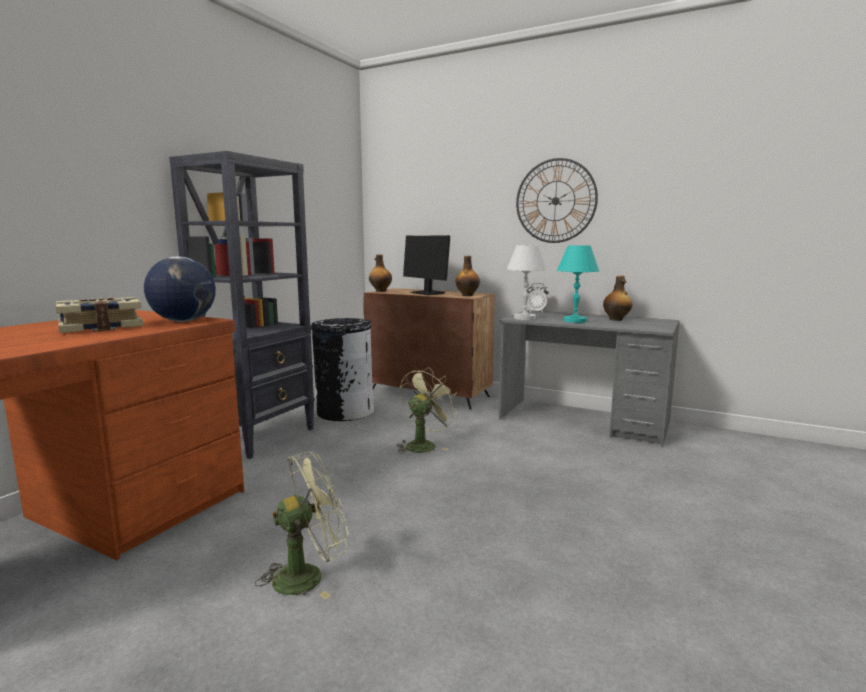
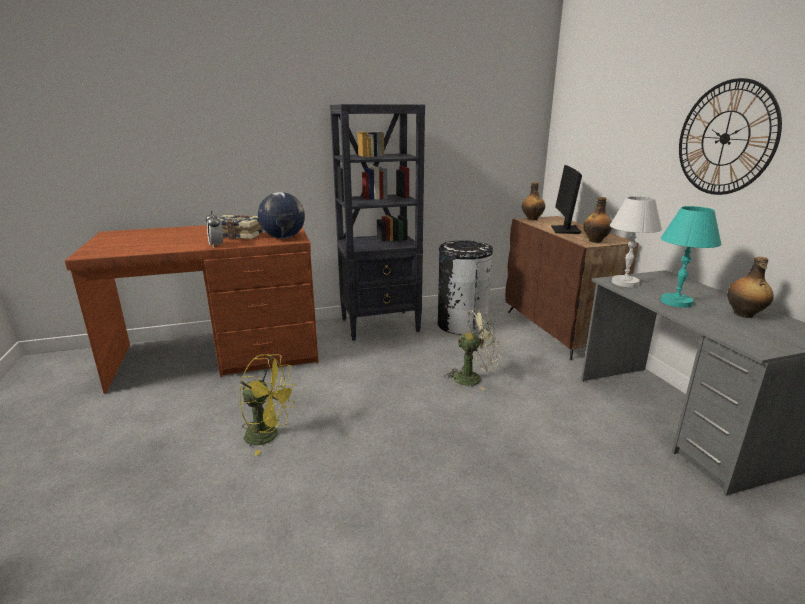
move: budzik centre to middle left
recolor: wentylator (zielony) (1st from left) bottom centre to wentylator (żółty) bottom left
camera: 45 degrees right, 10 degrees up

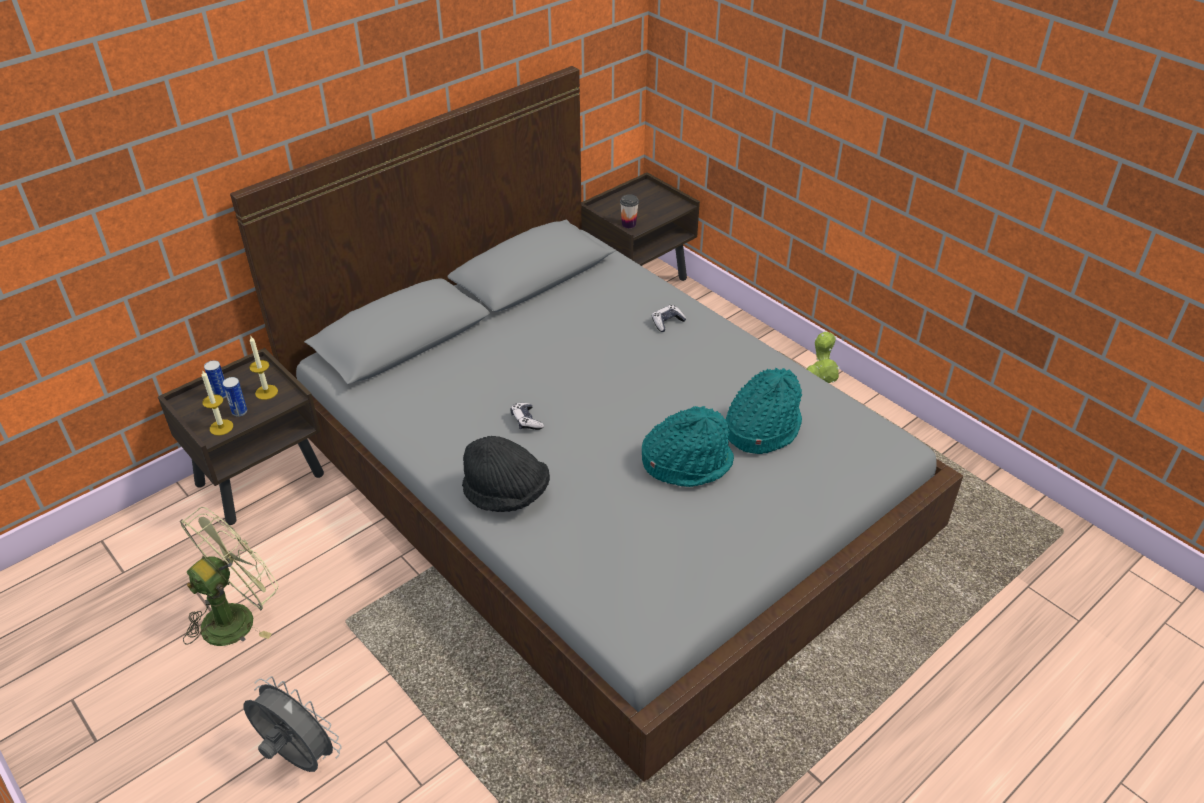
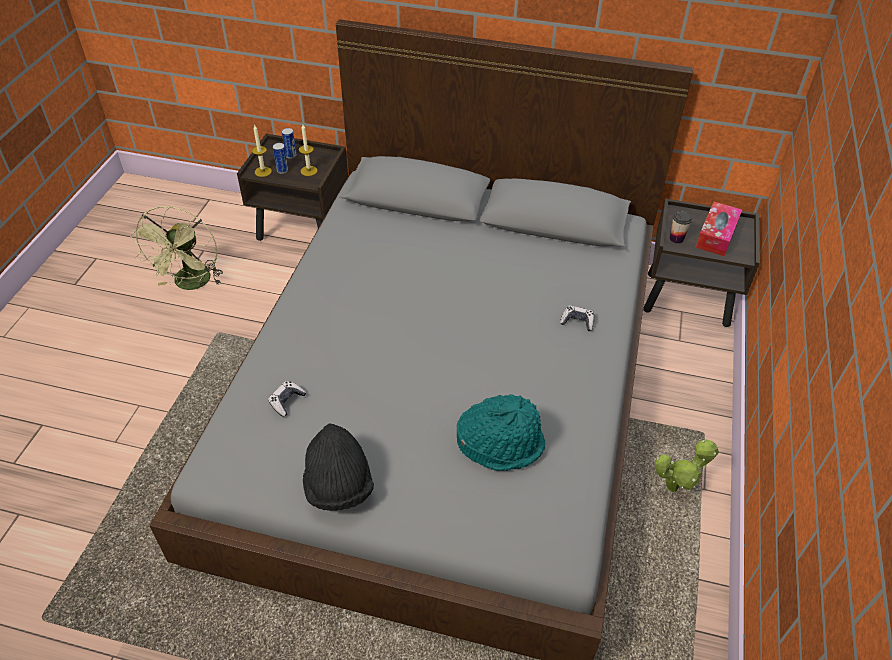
delete: kapelusz (turkusowy) (1st from left) centre; wentylator (szary) bottom left
insert: pudełko chusteczek middle right
move: pad do gier (1st from left) centre to middle left; kapelusz (czarny) centre to bottom centre
rotate: wentylator (zielony) bottom left = middle left 90 degrees clockwise
camera: 55 degrees right, 5 degrees up

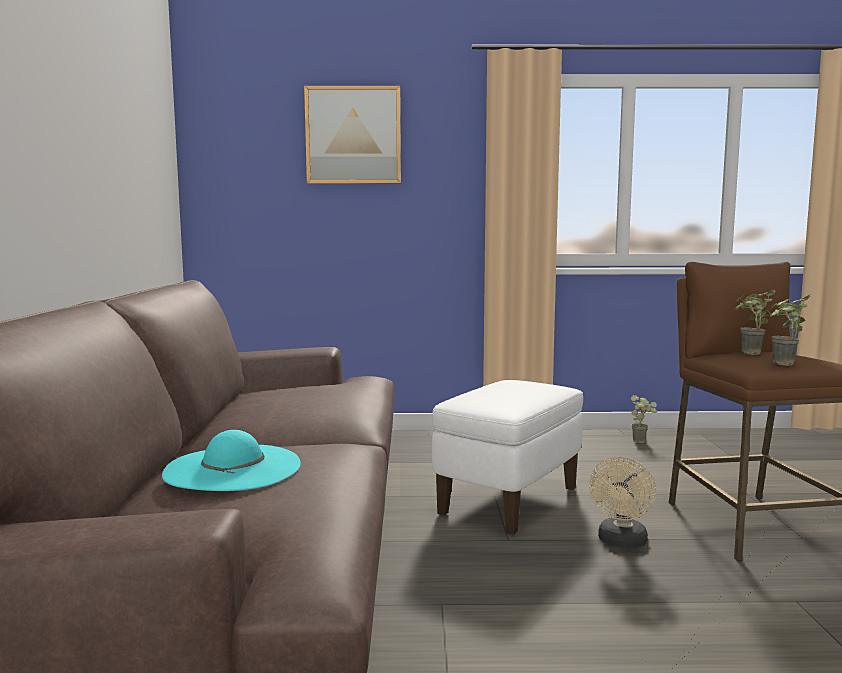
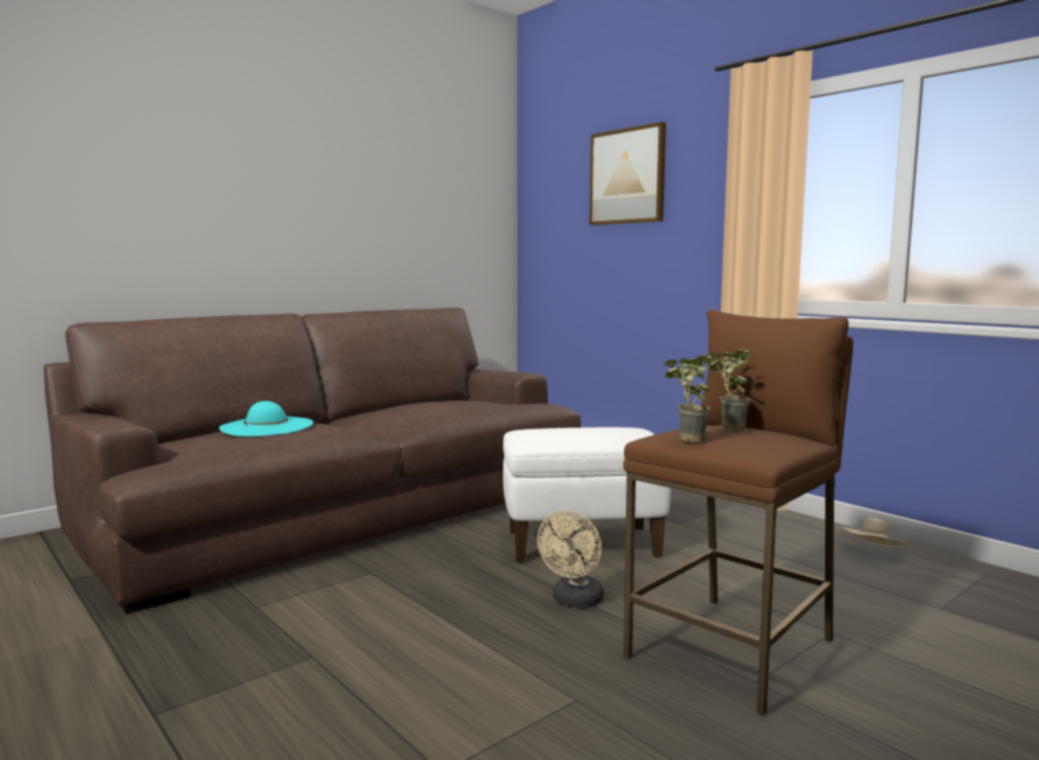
replace: roślina doniczkowa (1st from left) middle right to kapelusz (beżowy) bottom right
rotate: wentylator (beżowy) bottom right = bottom centre 45 degrees counterclockwise
camera: 50 degrees right, 0 degrees up

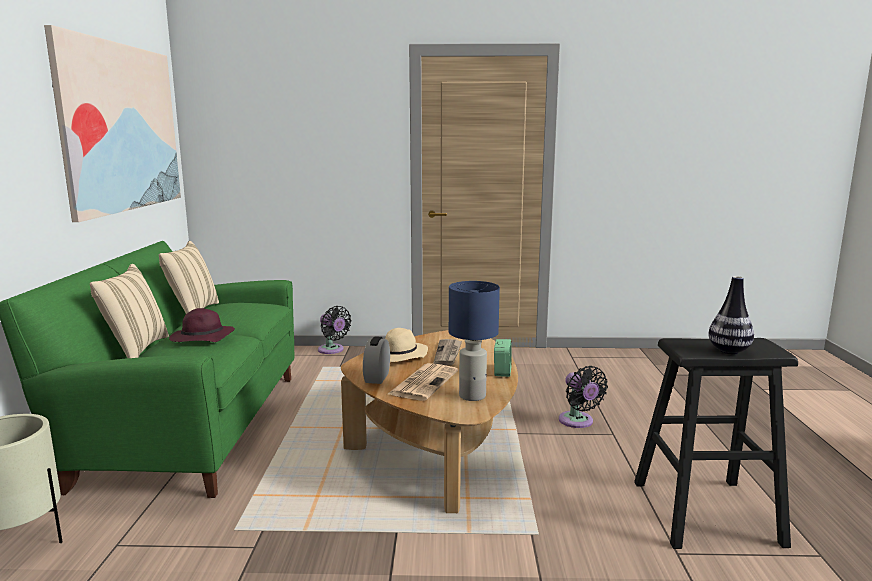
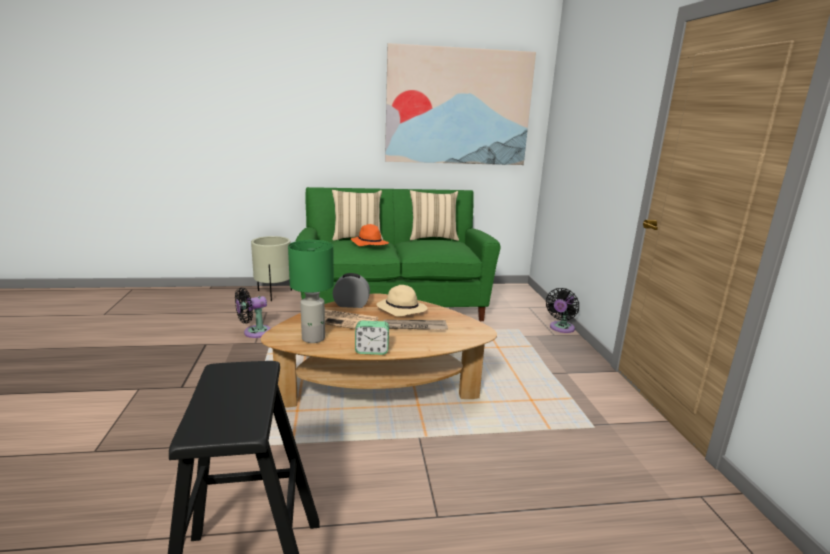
delete: wazon middle right
move: wentylator (czarny) (2nd from left in the first image) bottom right to wentylator (czarny) (1st from left) middle left
recolor: lampa stołowa (niebieski) centre to lampa stołowa (zielony) centre; kapelusz (fioletowy) middle left to kapelusz (pomarańczowy) centre
camera: 80 degrees right, 5 degrees up

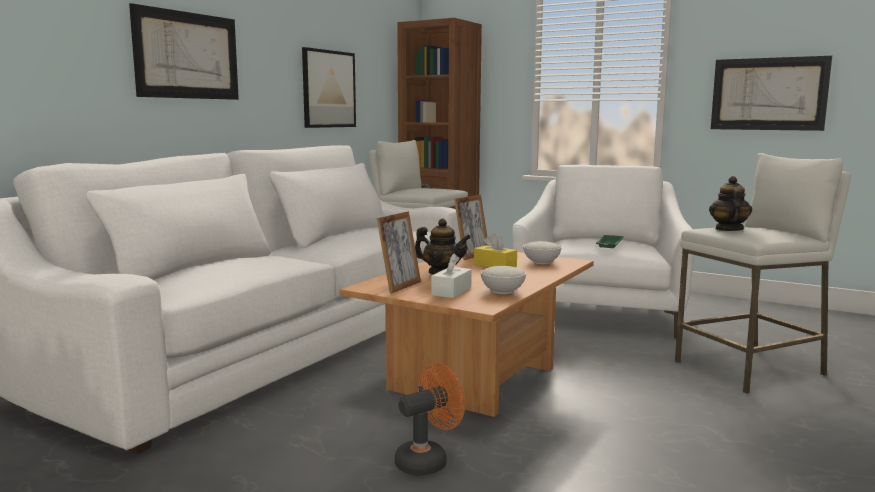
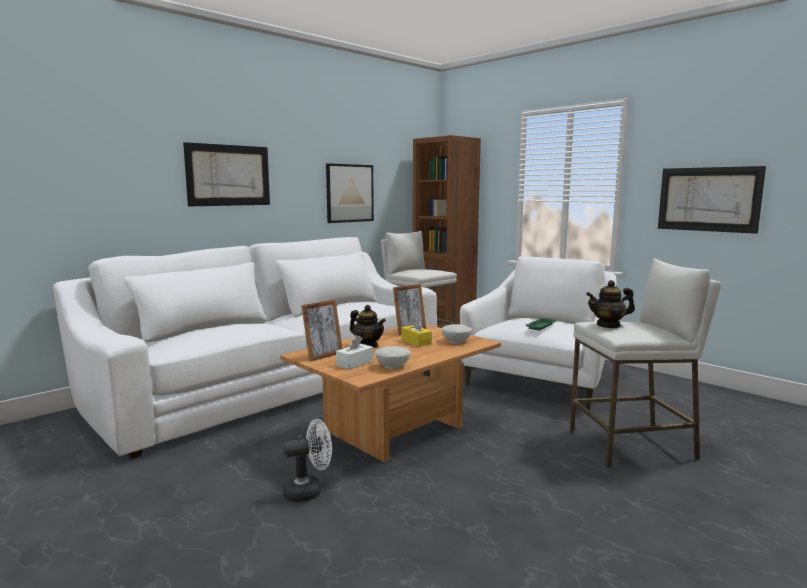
recolor: wentylator (pomarańczowy) bottom centre to wentylator (biały) bottom centre
rotate: imbryk (2nd from left) middle right = middle right 120 degrees counterclockwise
camera: 15 degrees right, 0 degrees up

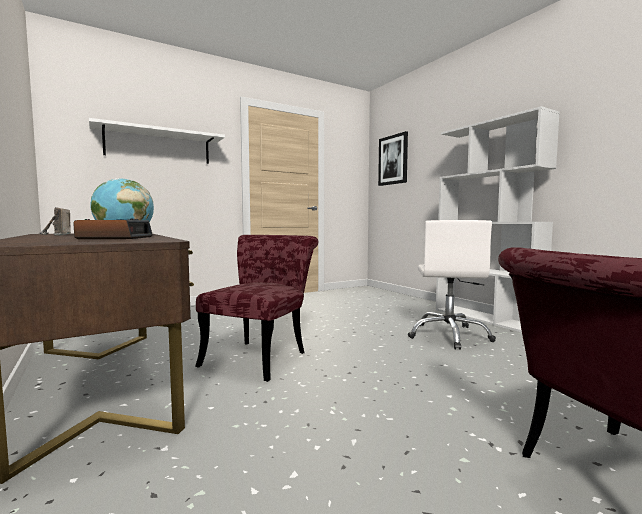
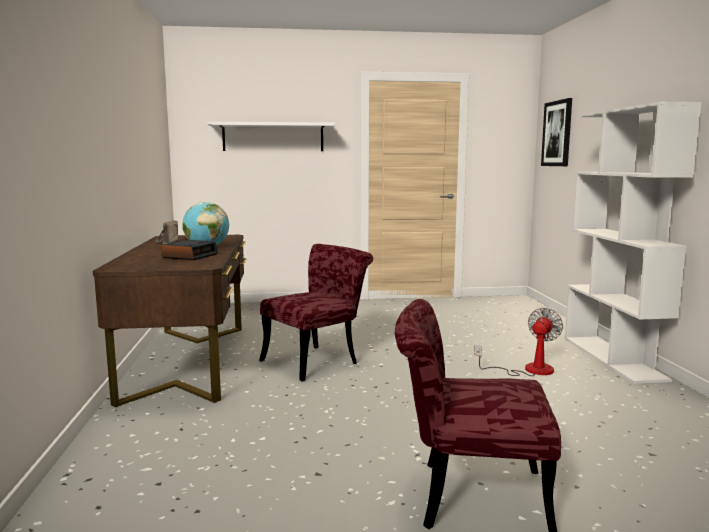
replace: krzesło biurowe (biały) middle right to wentylator middle right
camera: 25 degrees right, 5 degrees up

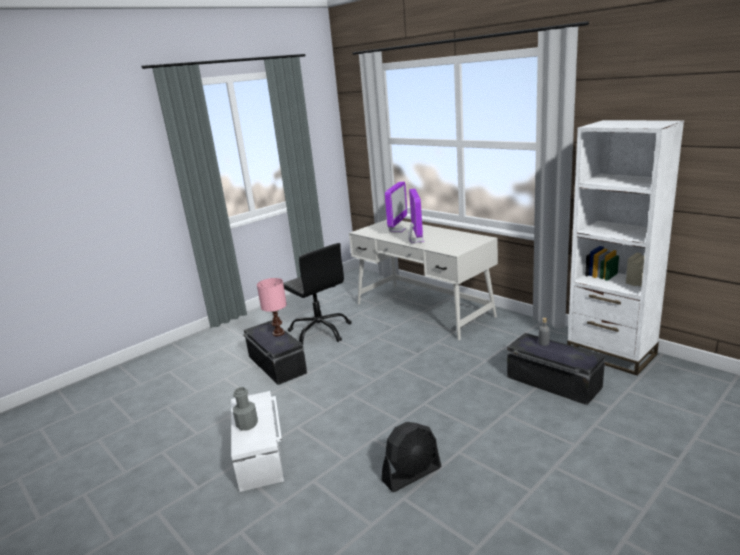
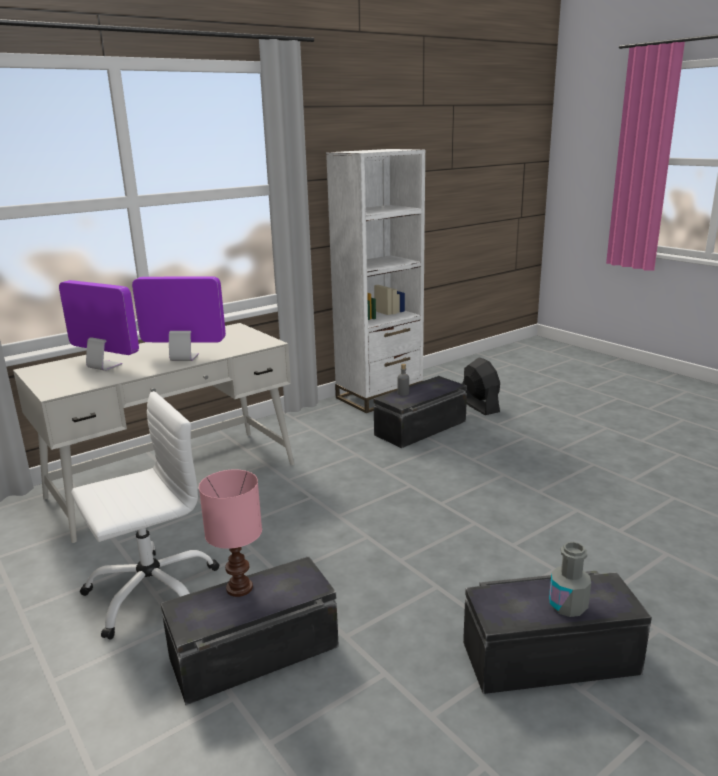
move: wentylator (czarny) bottom centre to middle right
recolor: krzesło biurowe (czarny) centre to krzesło biurowe (biały) middle left; pojemnik do przechowywania (biały) bottom centre to pojemnik do przechowywania (czarny) (3rd from left) bottom right
camera: 85 degrees left, 0 degrees up

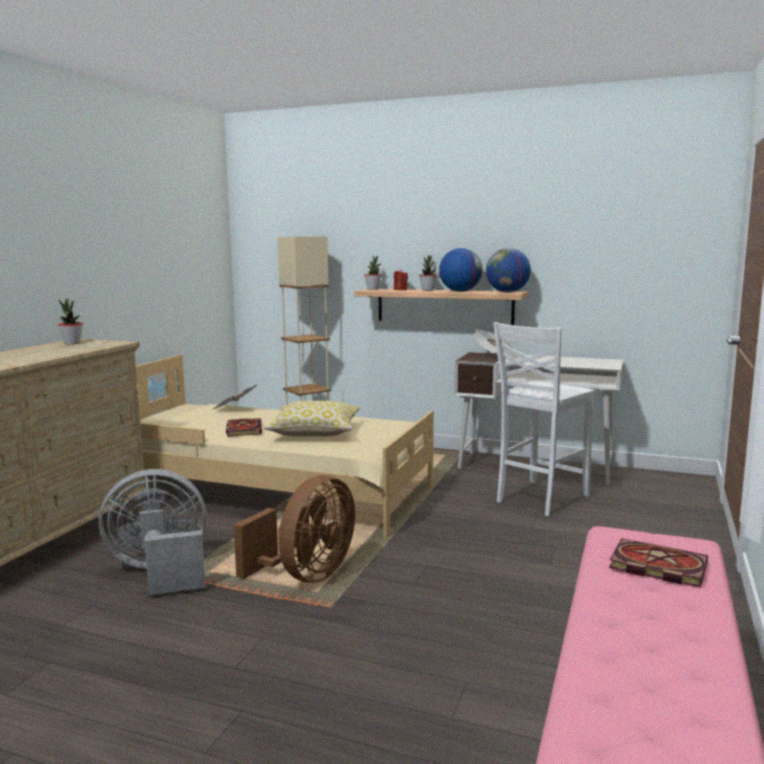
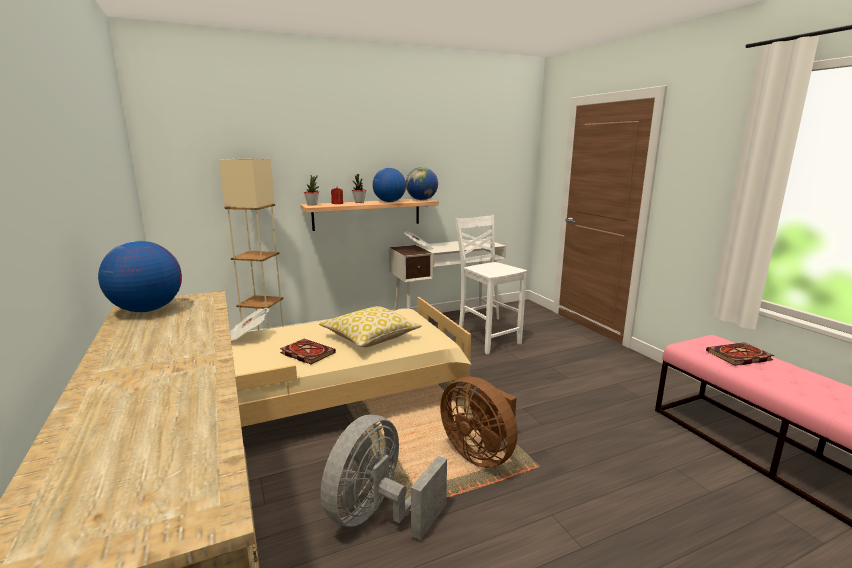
replace: roślina doniczkowa (1st from left) middle left to globus (1st from left) middle left
rotate: krzesło (biały) middle right = centre 150 degrees clockwise; wentylator (brązowy) bottom centre = bottom centre 150 degrees clockwise
camera: 45 degrees left, 5 degrees up

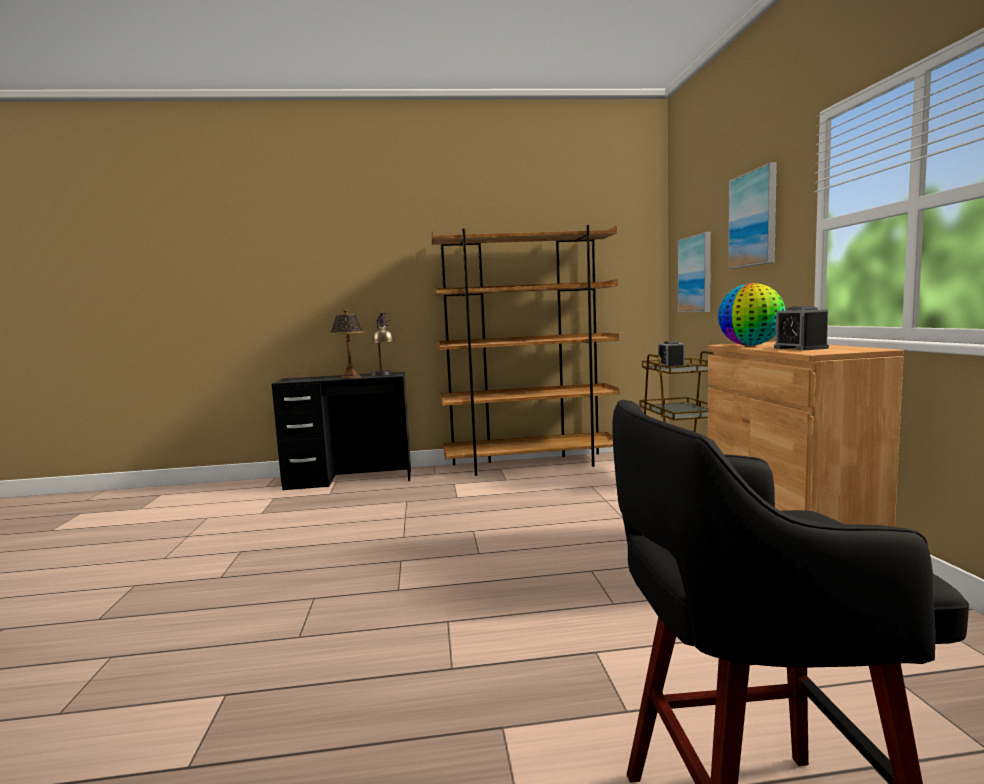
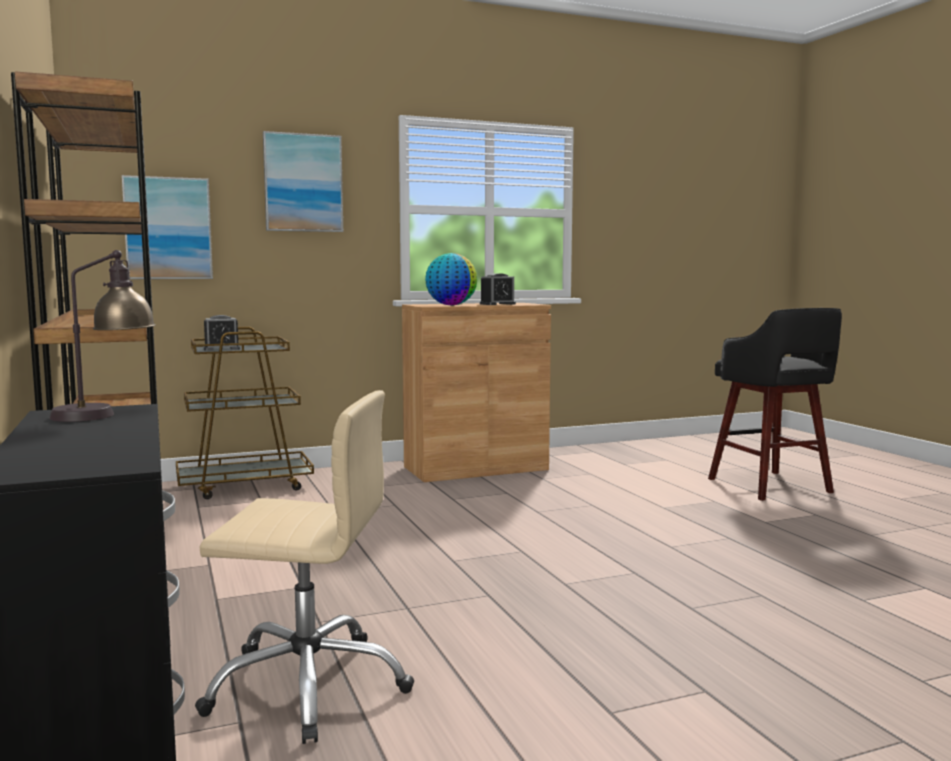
delete: lampa stołowa (1st from left) centre
insert: krzesło biurowe (beżowy) bottom left
camera: 105 degrees left, 0 degrees up

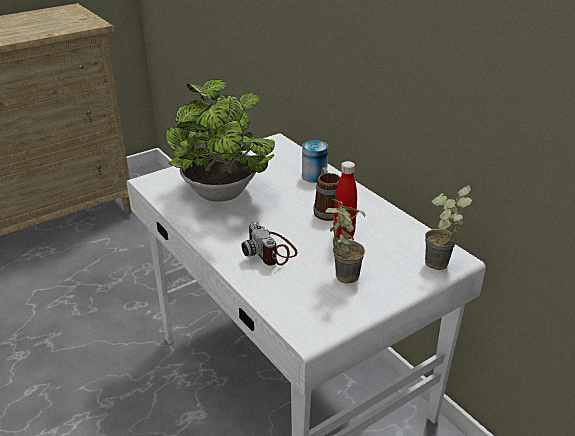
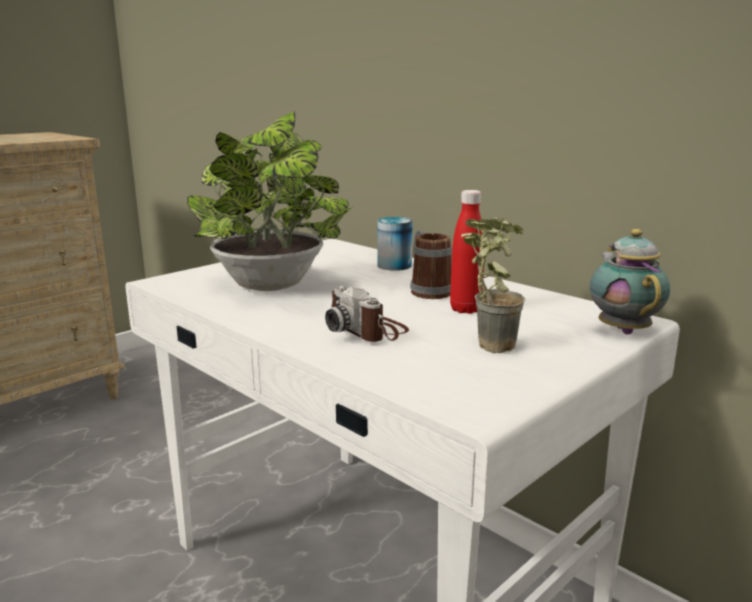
replace: roślina doniczkowa (3rd from left) middle right to imbryk middle right
camera: 10 degrees left, 15 degrees down

